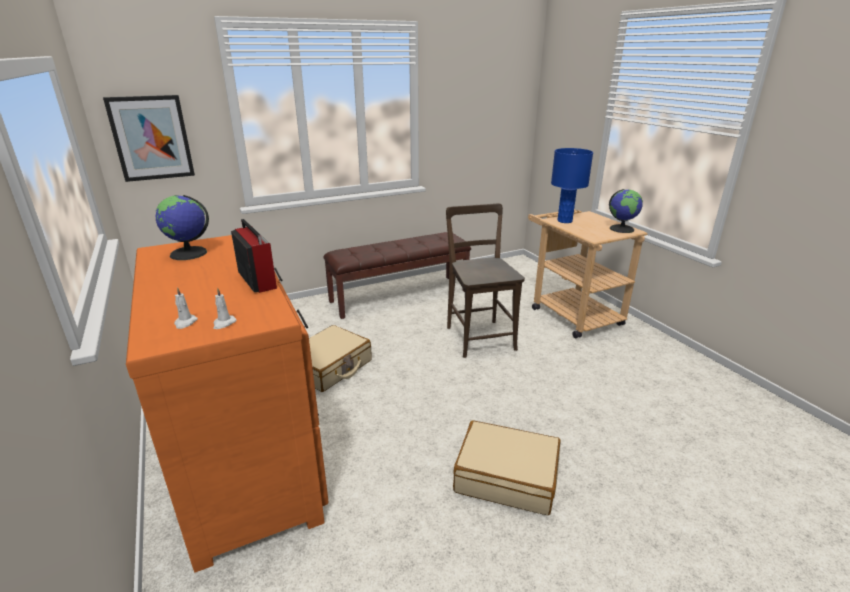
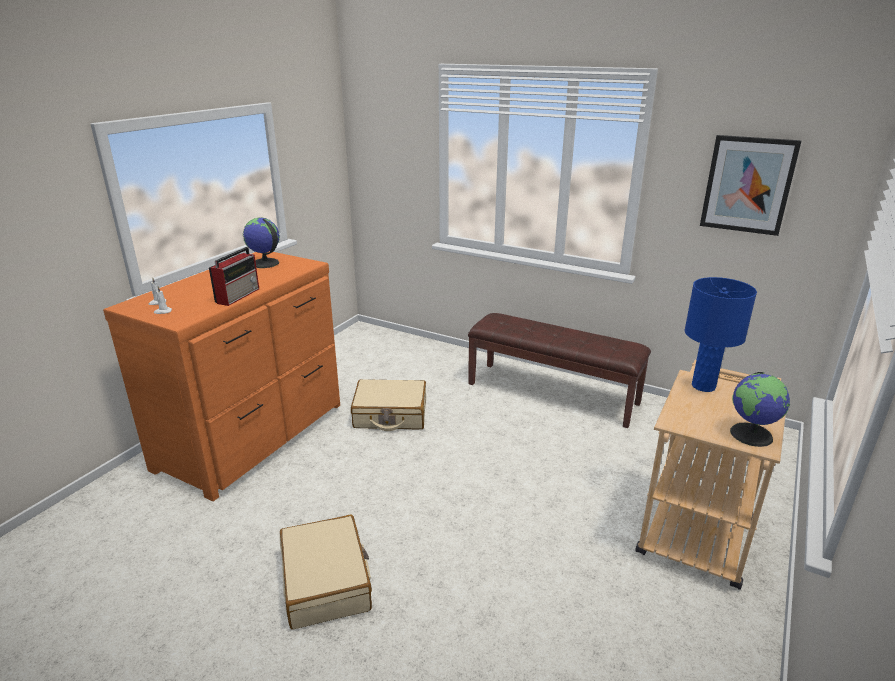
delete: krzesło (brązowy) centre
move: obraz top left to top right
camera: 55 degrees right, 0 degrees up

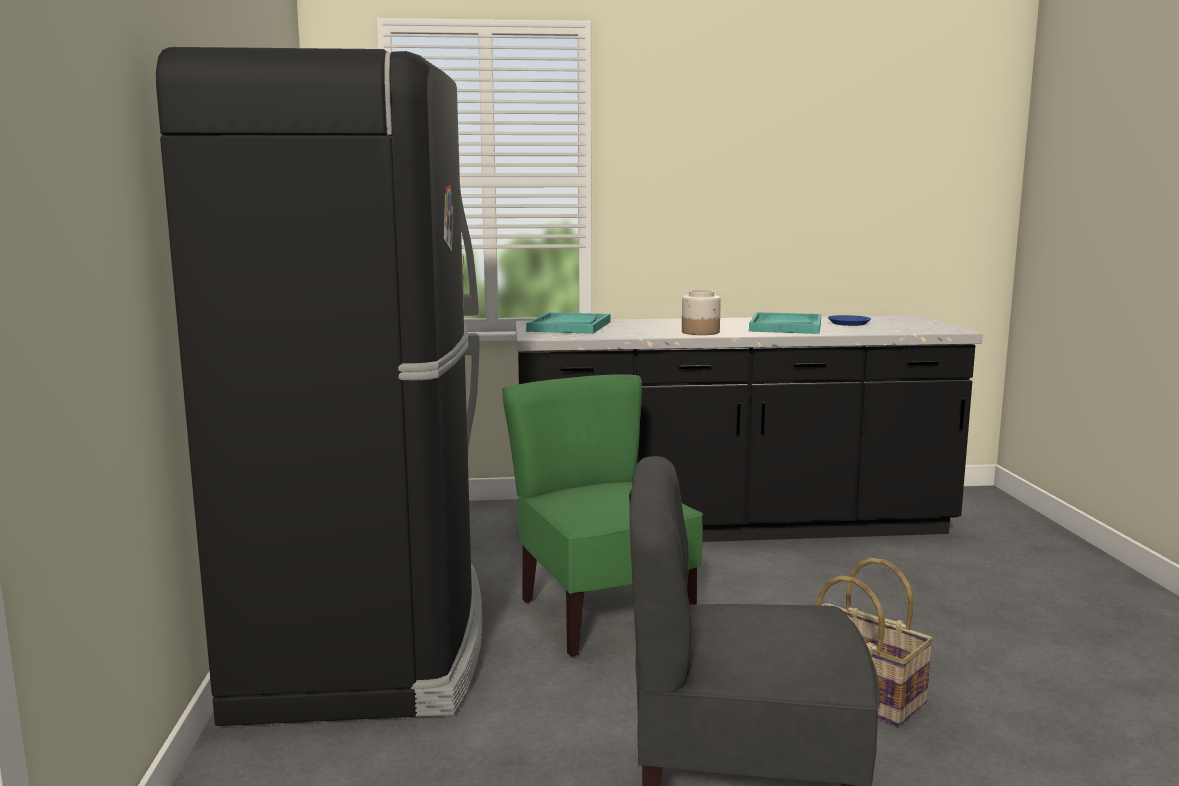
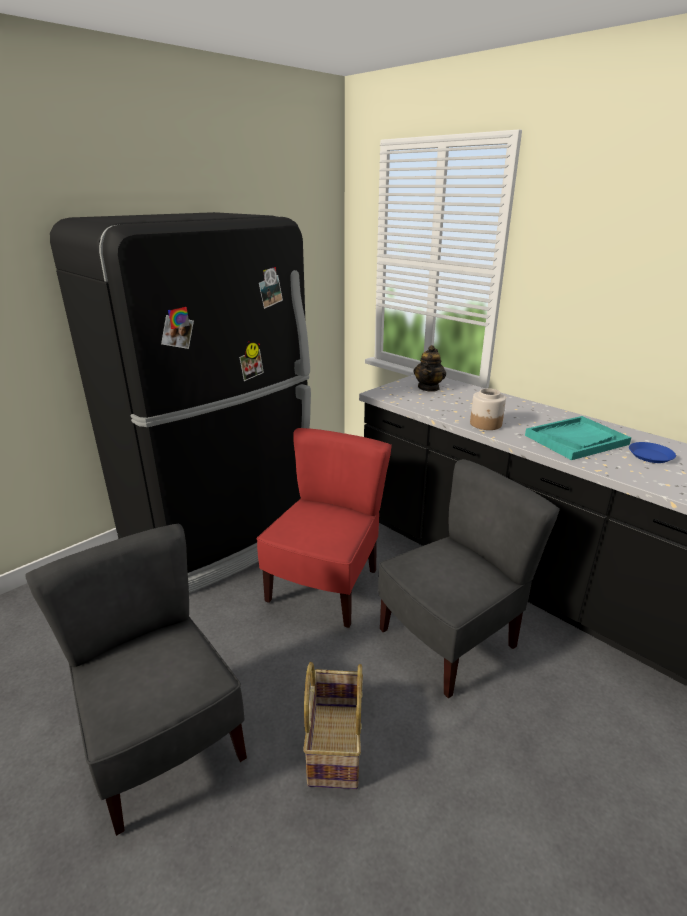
insert: krzesło (szary) (2nd from left) middle right
replace: taca (turkusowy) (1st from left) centre to imbryk centre
recolor: krzesło (zielony) centre to krzesło (czerwony) centre
camera: 50 degrees right, 15 degrees up

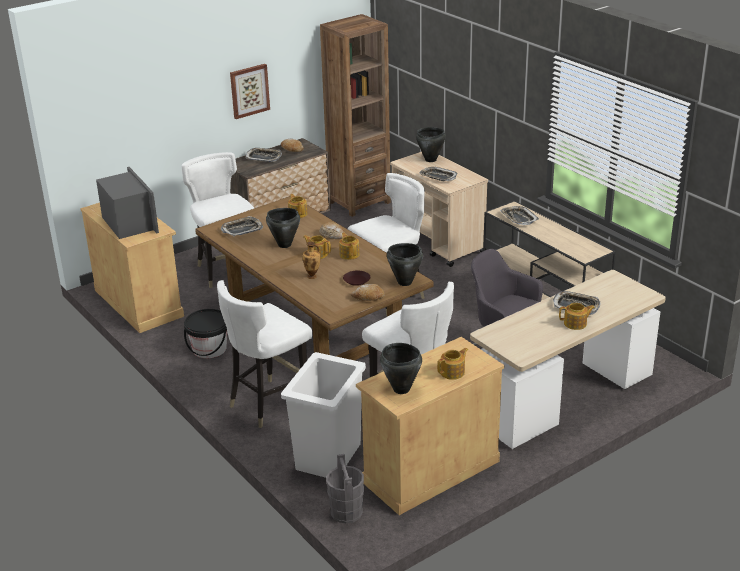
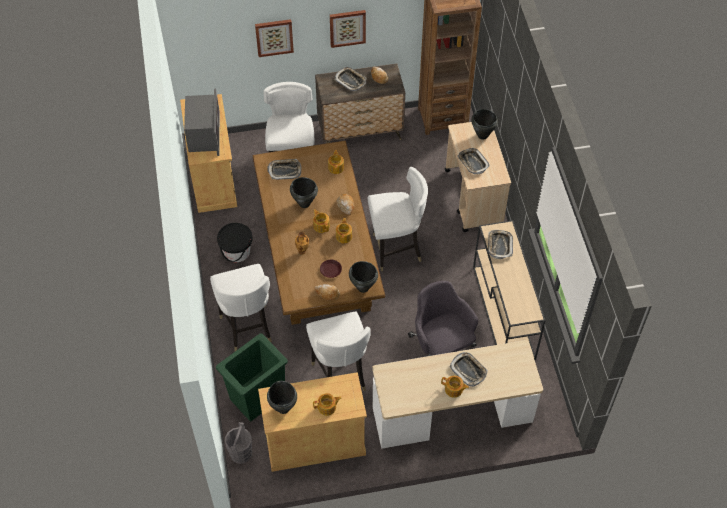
insert: obraz (1st from left) top centre
recolor: kosz na śmieci (biały) bottom centre to kosz na śmieci (zielony) bottom centre
rotate: krzesło (biały) (2nd from left in the first image) centre = middle left 90 degrees counterclockwise
camera: 25 degrees right, 25 degrees up

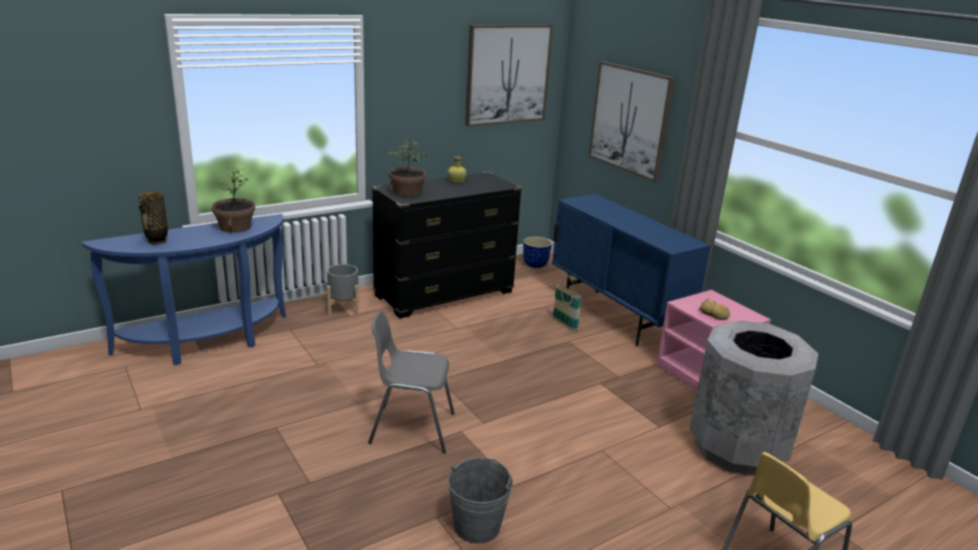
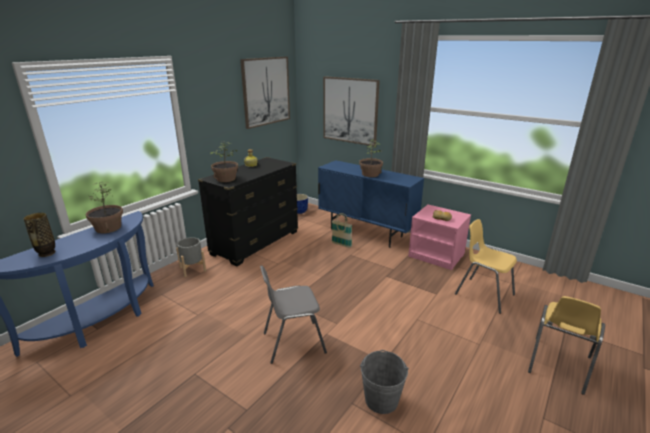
insert: roślina doniczkowa (3rd from left) centre
replace: kosz na śmieci (szary) bottom right to krzesło (żółty) (1st from left) middle right
camera: 20 degrees left, 0 degrees up

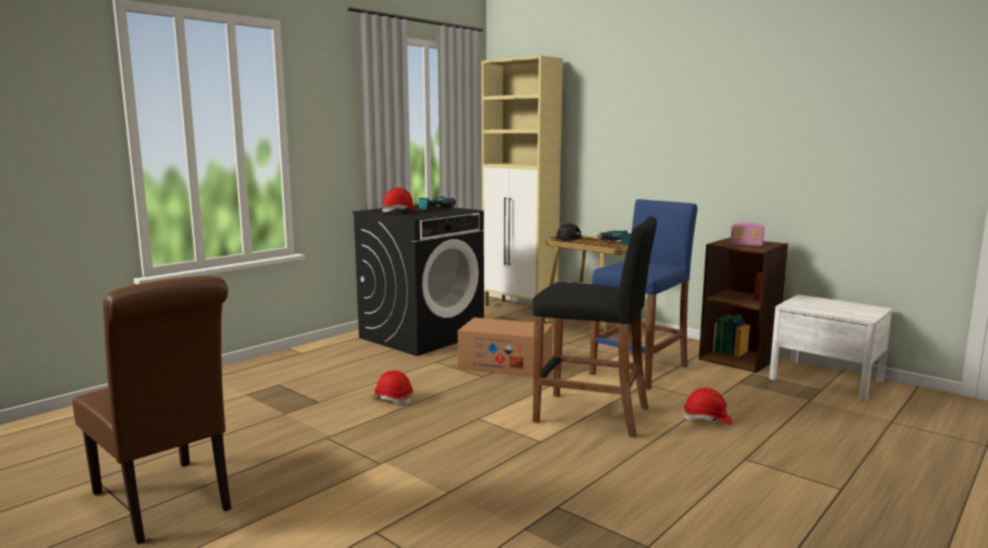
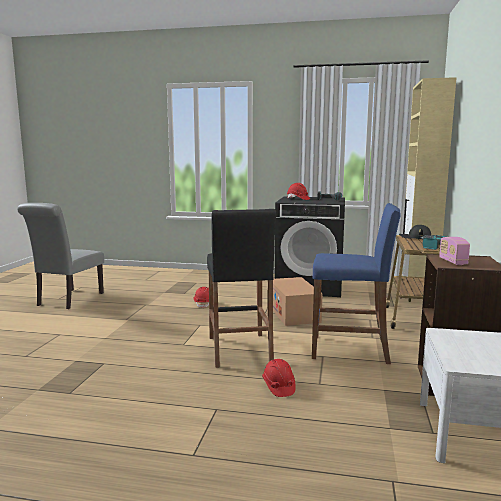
recolor: krzesło (brązowy) bottom left to krzesło (szary) middle left
camera: 60 degrees right, 0 degrees up

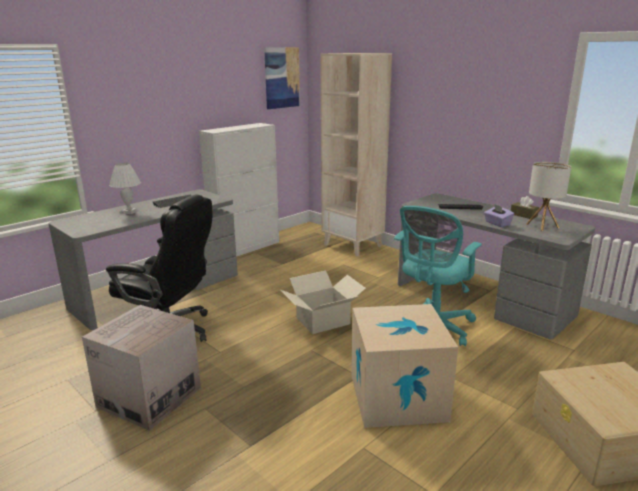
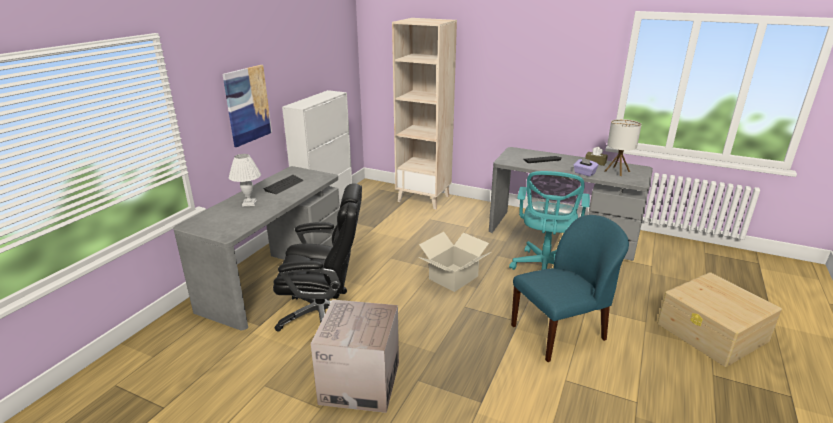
move: obraz top centre to top left
replace: karton (3rd from left) bottom centre to krzesło (niebieski) bottom right
camera: 20 degrees left, 5 degrees up

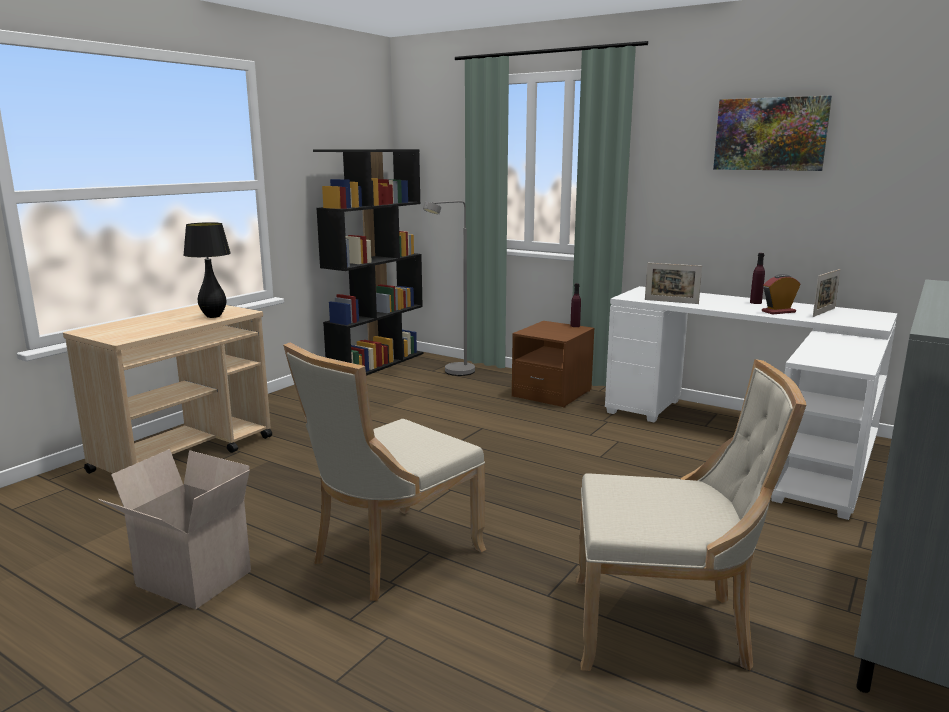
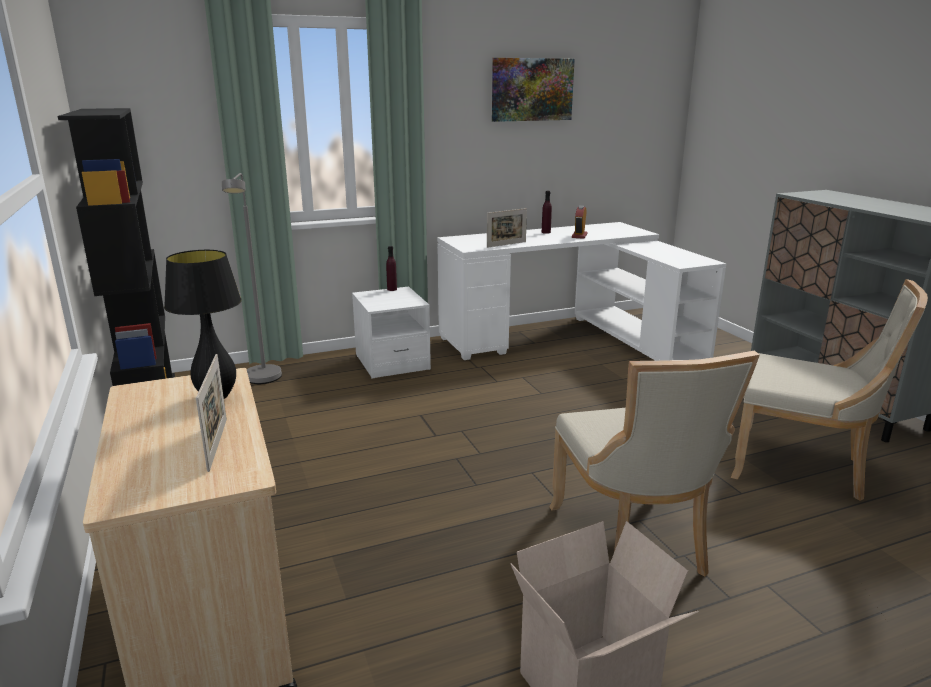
move: ramka na zdjęcie (2nd from left in the first image) middle right to ramka na zdjęcie (1st from left) middle left
recolor: szafka nocna (brązowy) centre to szafka nocna (biały) centre
rotate: krzesło (beżowy) (2nd from left) bottom right = middle right 75 degrees clockwise
camera: 55 degrees left, 5 degrees up

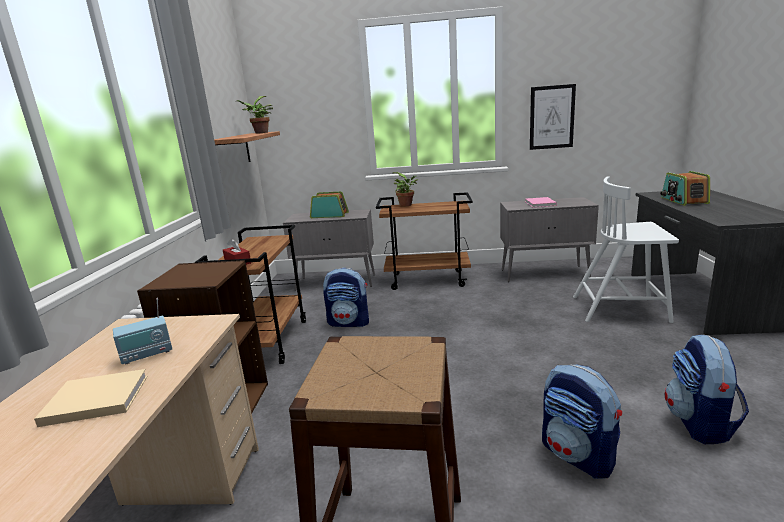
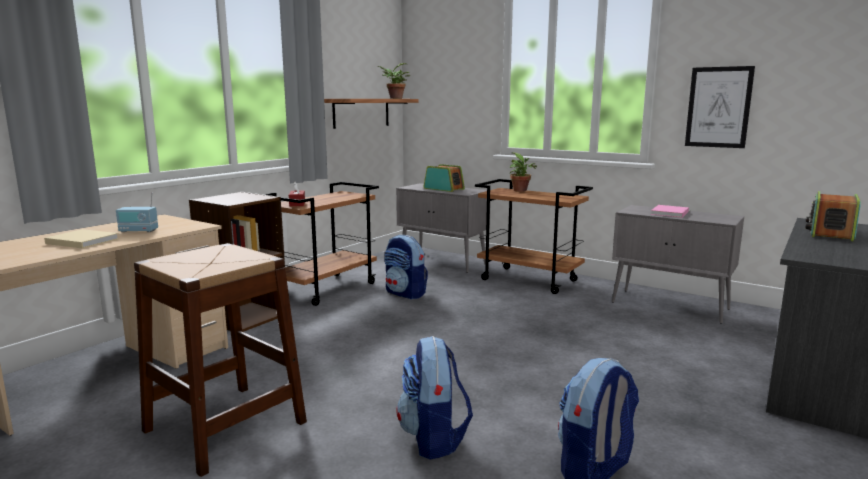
delete: krzesło (biały) middle right
camera: 30 degrees right, 5 degrees down

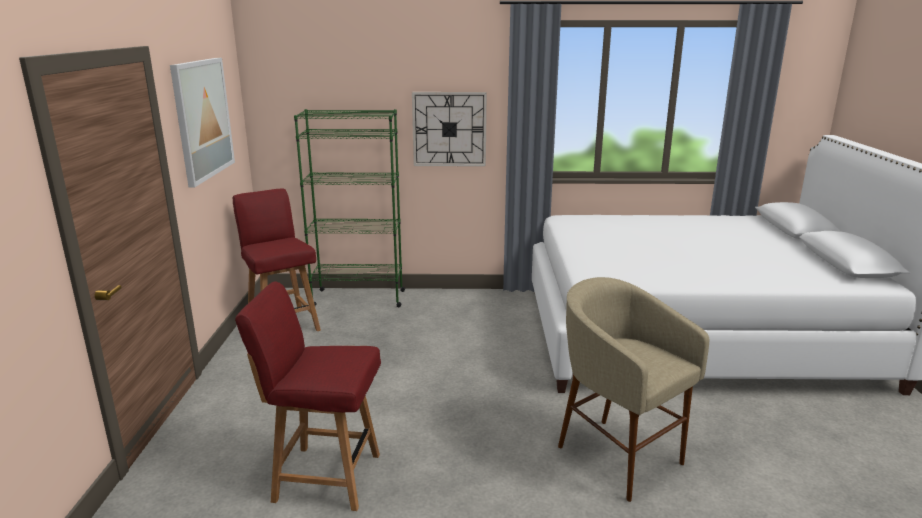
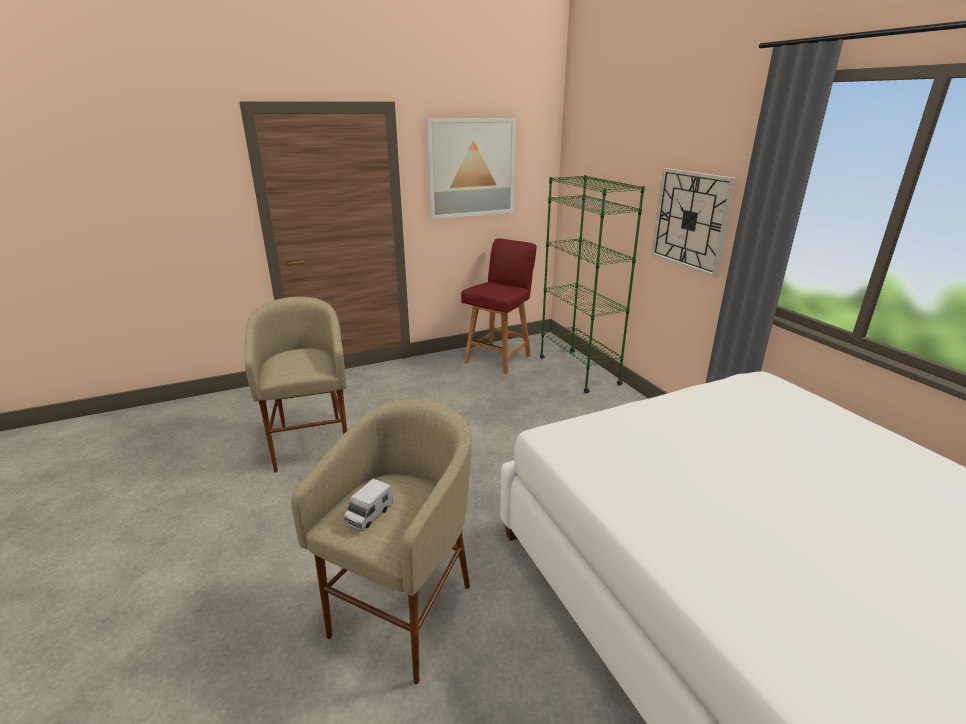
insert: ciężarówka zabawkowa bottom centre
replace: krzesło (czerwony) (2nd from left) bottom centre to stołek (beżowy) (1st from left) middle left
camera: 65 degrees right, 5 degrees up

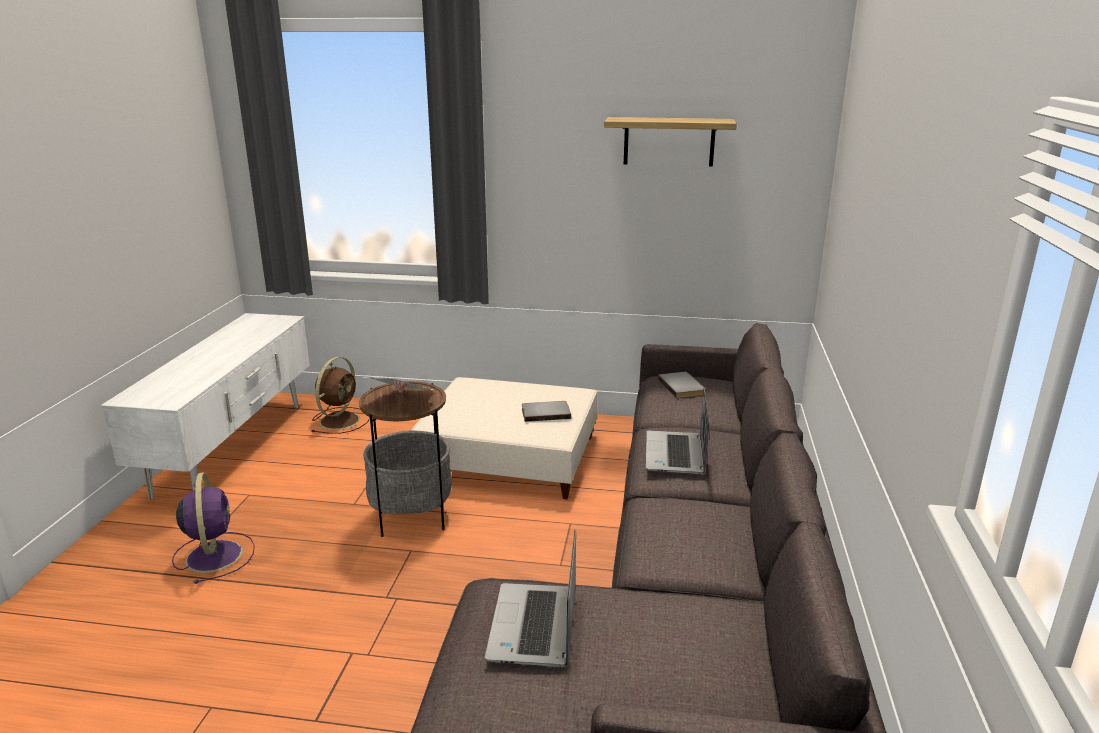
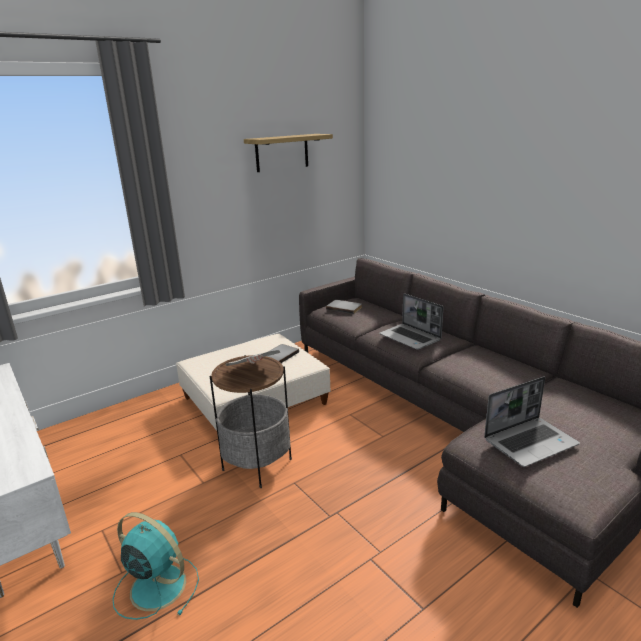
delete: wentylator (brązowy) middle left
recolor: wentylator (fioletowy) bottom left to wentylator (turkusowy) bottom left
rotate: laptop (1st from left in the first image) bottom centre = middle right 75 degrees counterclockwise
camera: 45 degrees left, 0 degrees up

